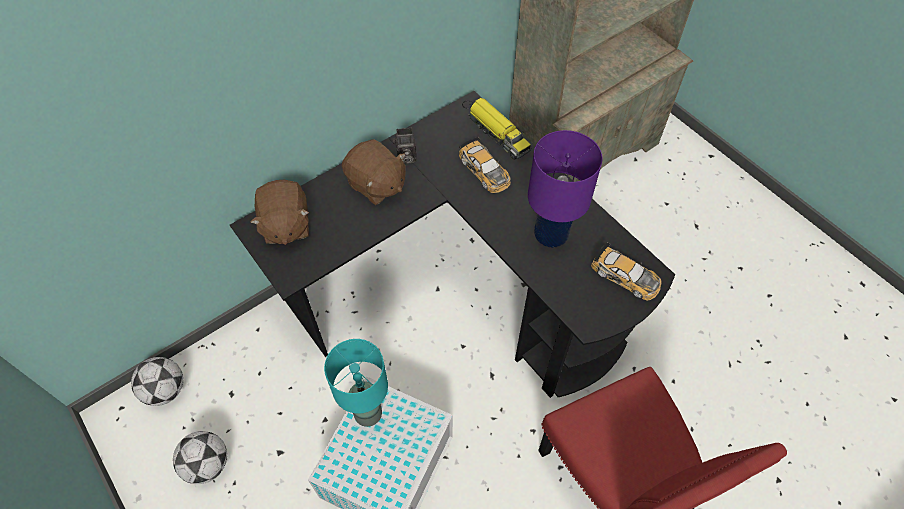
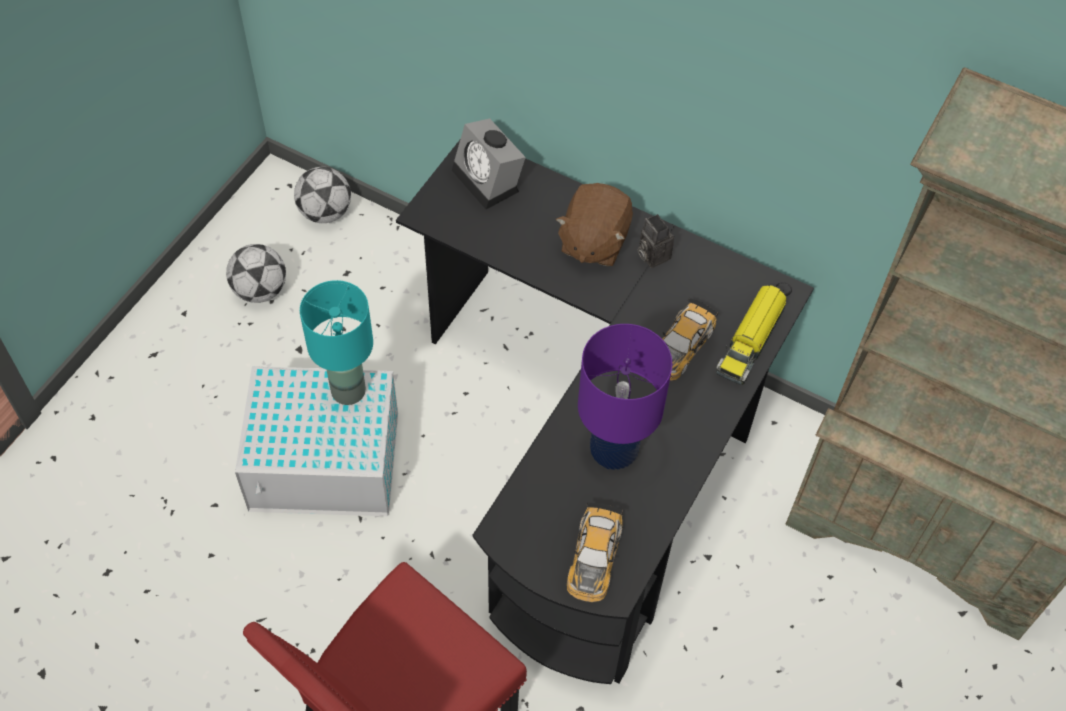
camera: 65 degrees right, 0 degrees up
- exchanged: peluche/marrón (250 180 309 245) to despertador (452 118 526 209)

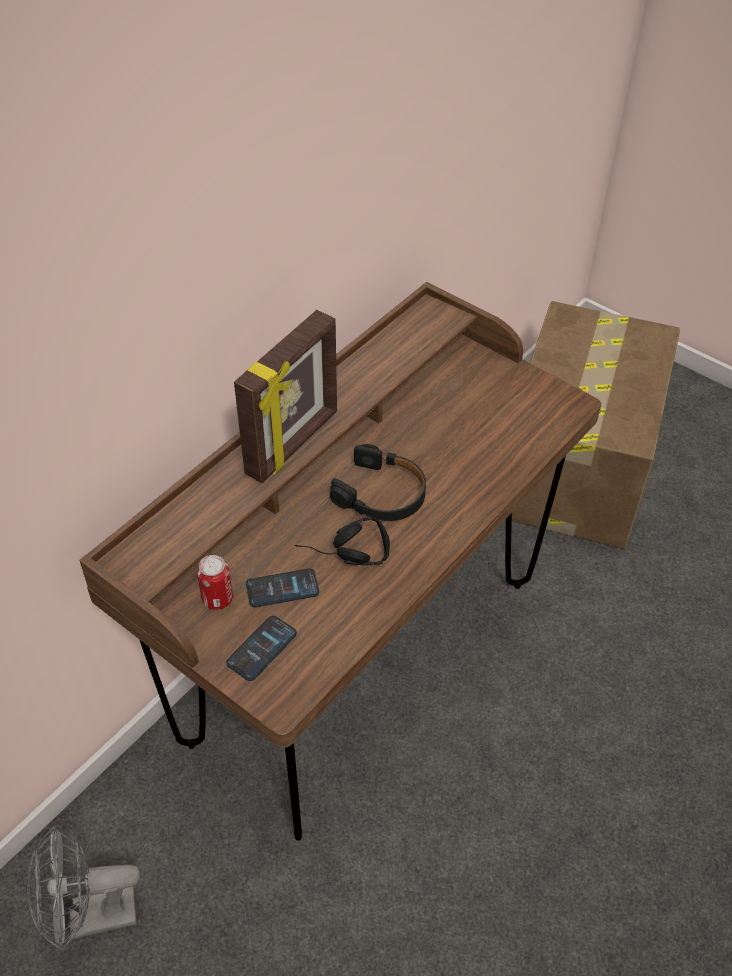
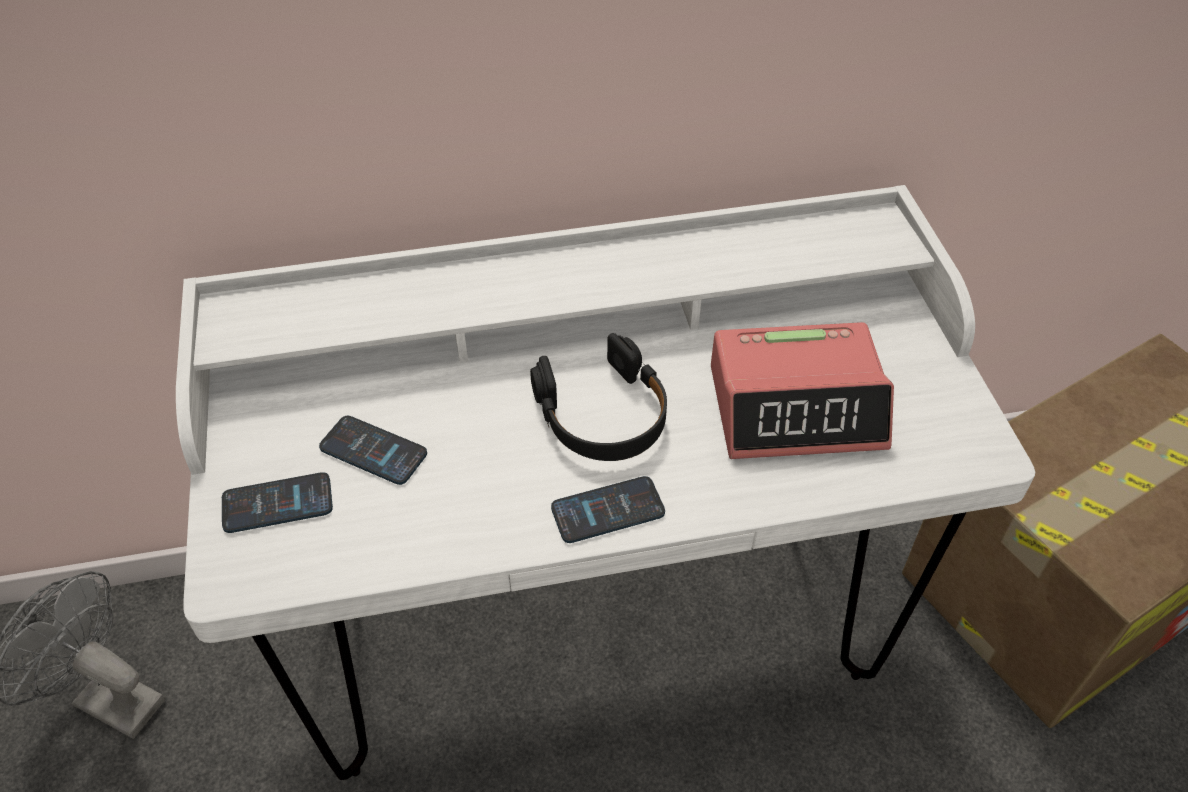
camera: 40 degrees right, 0 degrees up
- colour: escritorio/marrón (79 281 601 841) to escritorio/blanco (176 185 1035 780)
- appeared: móvil (551 476 665 543)
- appeared: despertador (711 322 894 459)
- missing: lata (197 555 233 610)
- missing: portarretratos (234 310 337 483)
- missing: auriculares/negro (295 516 390 565)

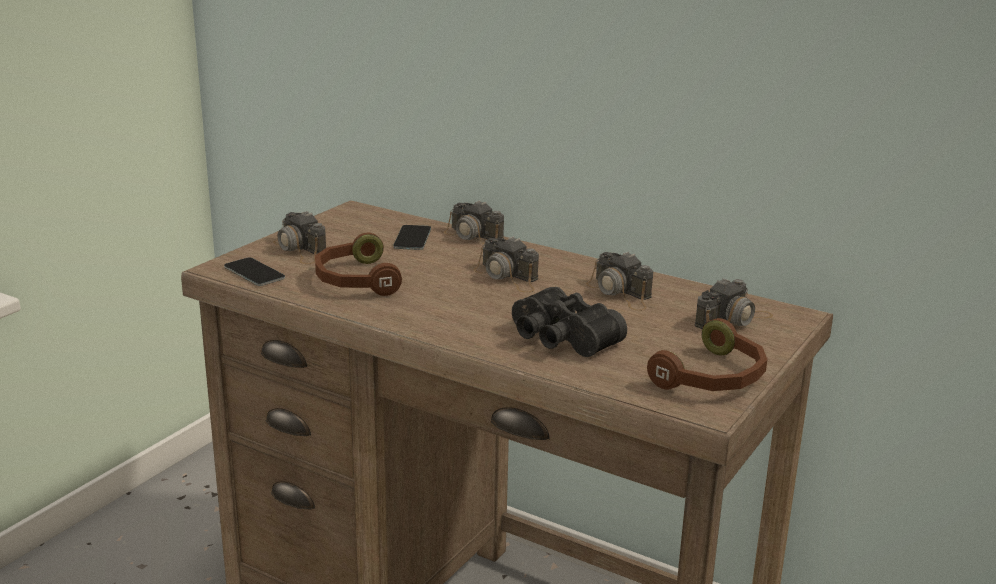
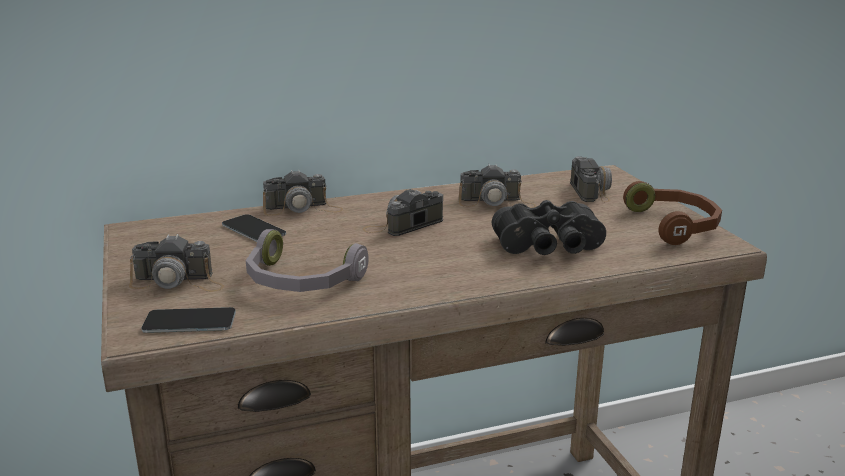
camera: 50 degrees left, 0 degrees up
- colour: auriculares/marrón (315 233 402 296) to auriculares/gris (246 229 369 292)
- spun: cámara (473 236 539 293) = (362 189 443 236) 150 degrees clockwise

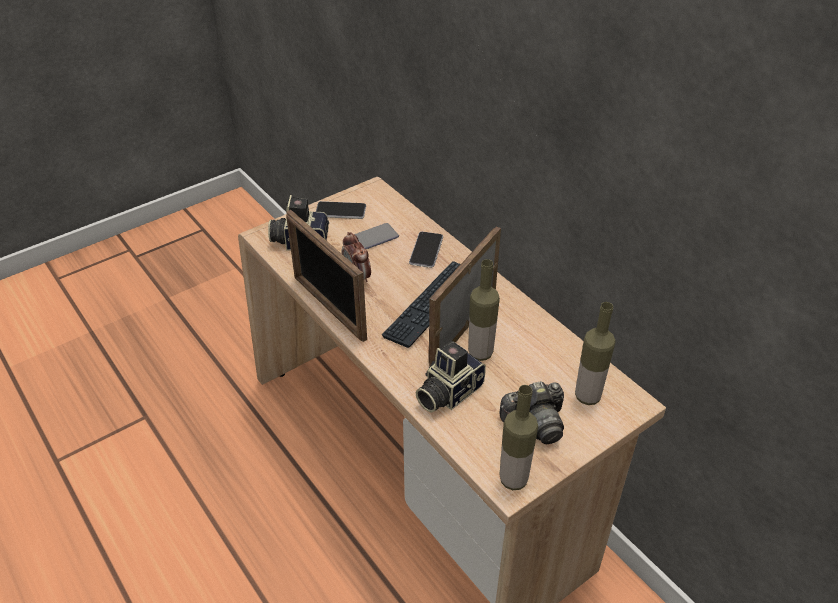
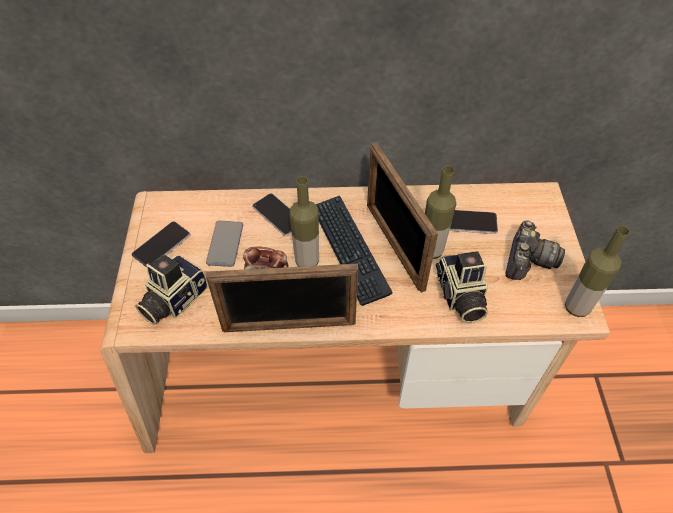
camera: 55 degrees left, 10 degrees up
- relocated: botella (575 302 616 405) to (290 176 319 267)
- appeared: móvil (449 210 498 234)

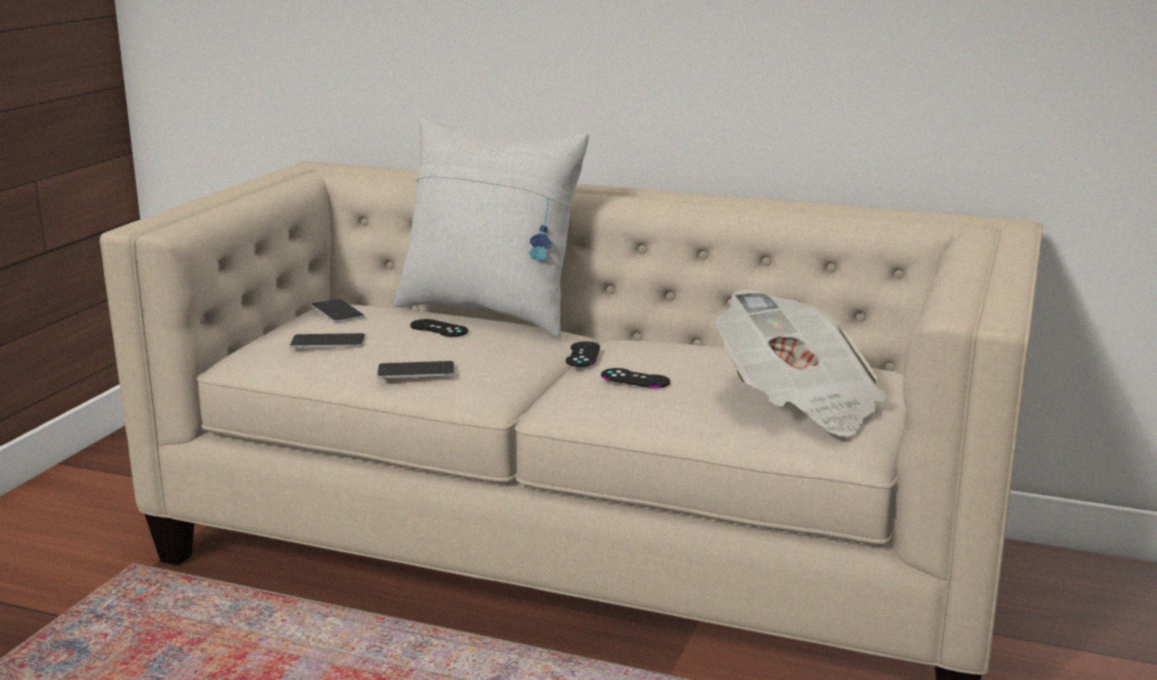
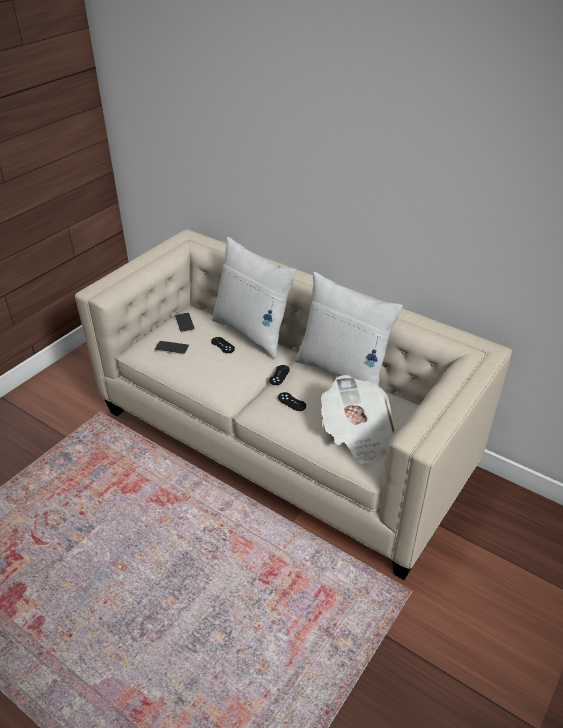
camera: 15 degrees right, 20 degrees up
- appeared: cojín/gris (295 272 403 386)
- missing: móvil (377 361 455 378)

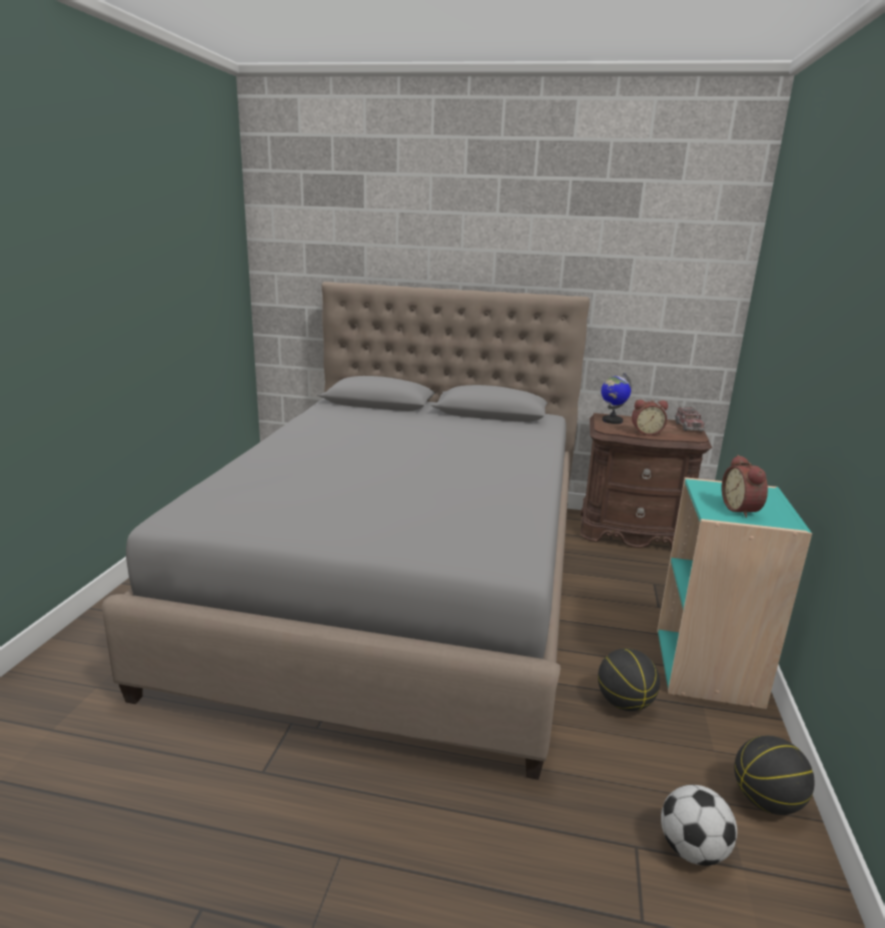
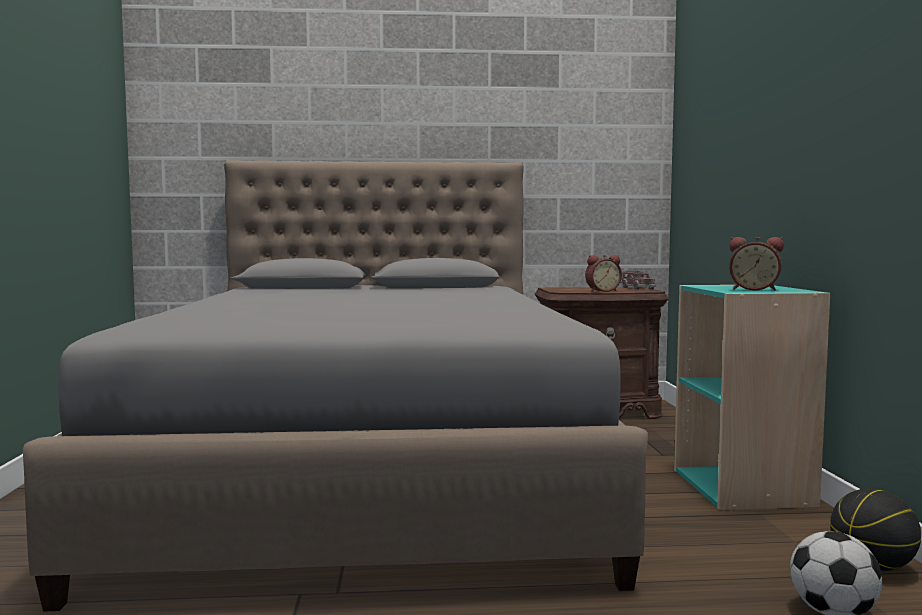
camera: 15 degrees left, 15 degrees down
- spun: despertador (722 455 768 518) = (729 237 784 291) 45 degrees counterclockwise
- missing: balón de baloncesto (598 648 660 711)
- missing: globo terráqueo (601 373 632 424)

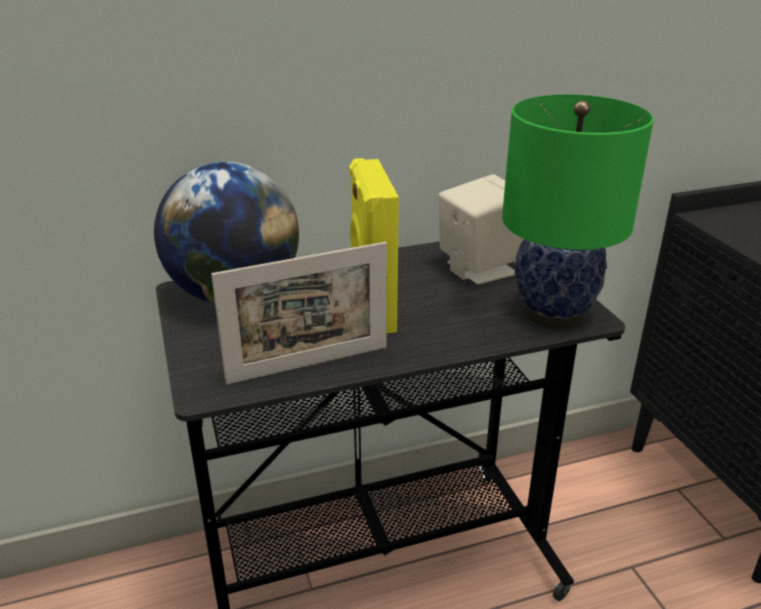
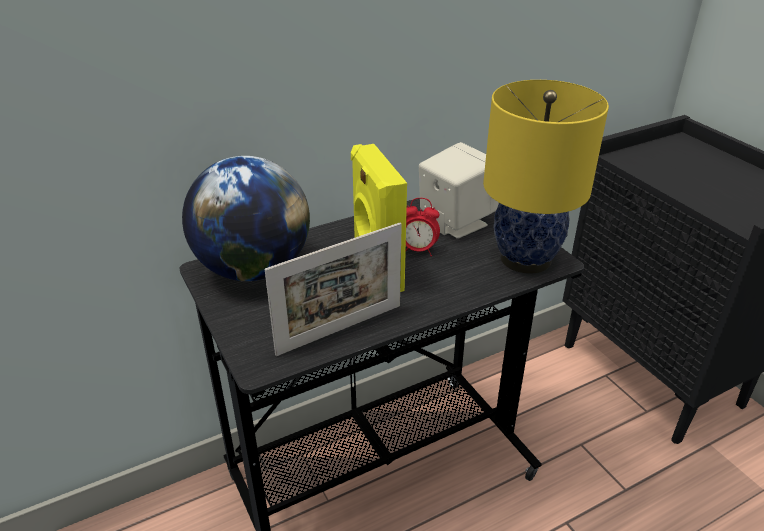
camera: 10 degrees left, 5 degrees up
- appeared: despertador (406 198 440 256)
- colour: lámpara de mesa/verde (502 94 654 329) to lámpara de mesa/amarillo (483 80 609 273)

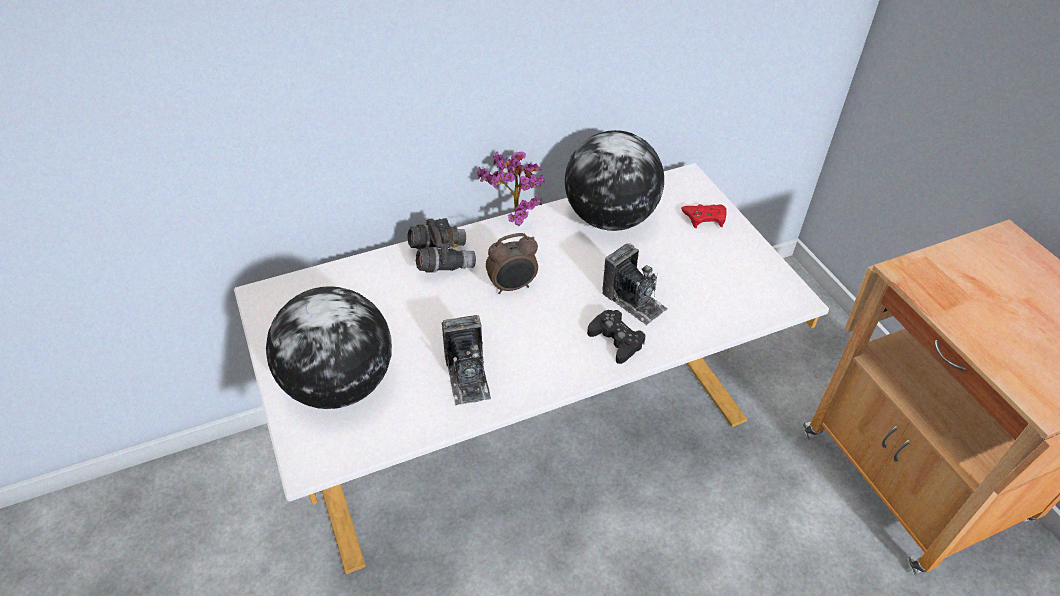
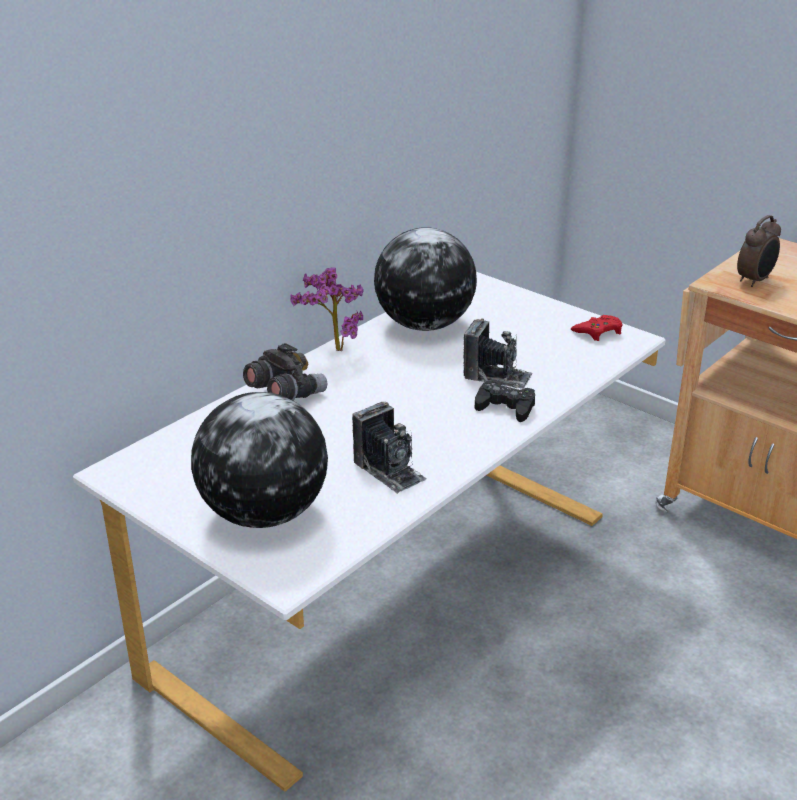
camera: 25 degrees left, 15 degrees down
- relocated: mando de consola/rojo (681 204 727 228) to (571 315 623 341)
- relocated: despertador (486 233 538 294) to (737 215 781 287)

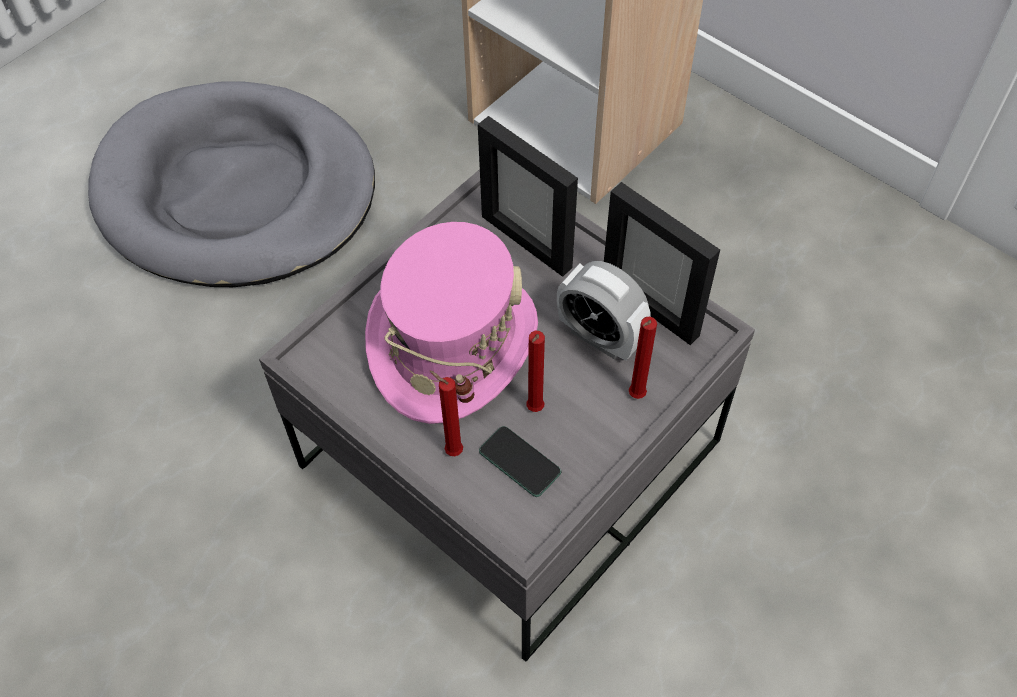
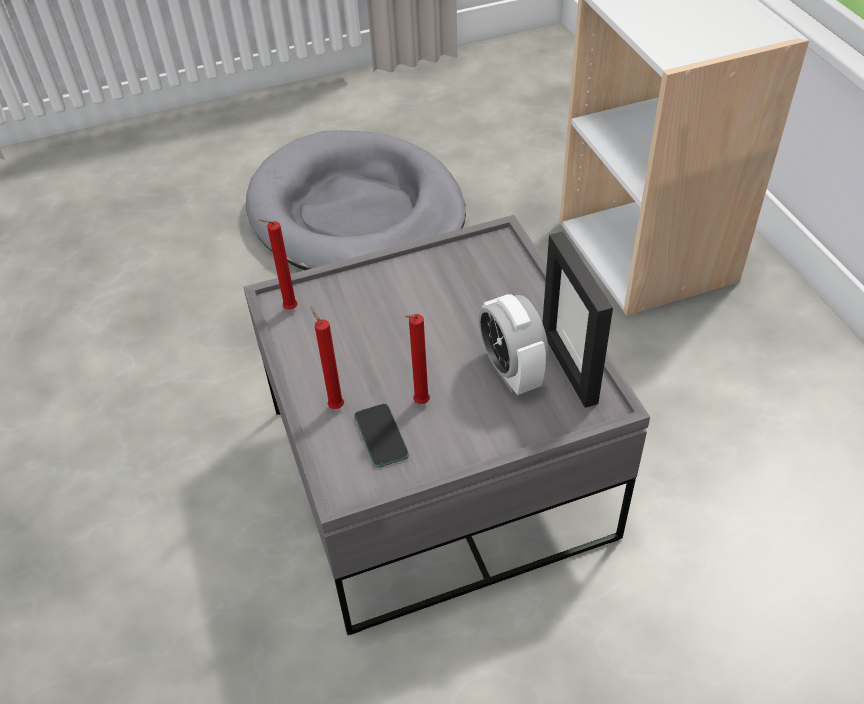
camera: 30 degrees right, 10 degrees down
- relocated: vela/rojo (629 317 657 399) to (259 219 298 310)
- missing: sombrero/rosa (365 222 538 424)
- missing: portarretratos (478 116 578 277)

